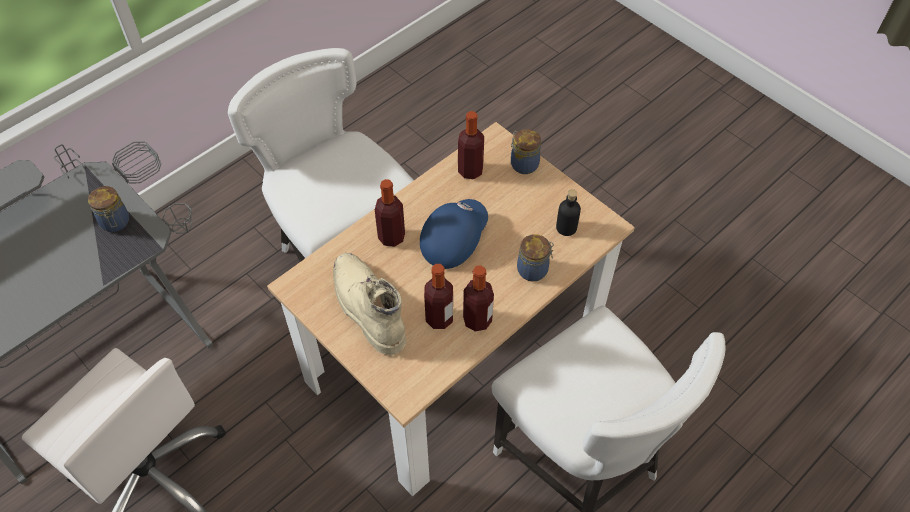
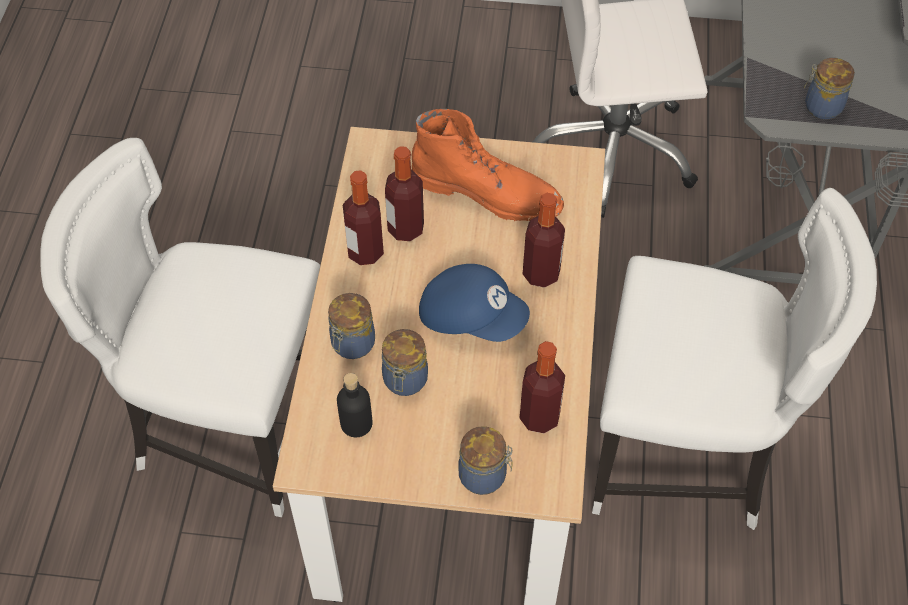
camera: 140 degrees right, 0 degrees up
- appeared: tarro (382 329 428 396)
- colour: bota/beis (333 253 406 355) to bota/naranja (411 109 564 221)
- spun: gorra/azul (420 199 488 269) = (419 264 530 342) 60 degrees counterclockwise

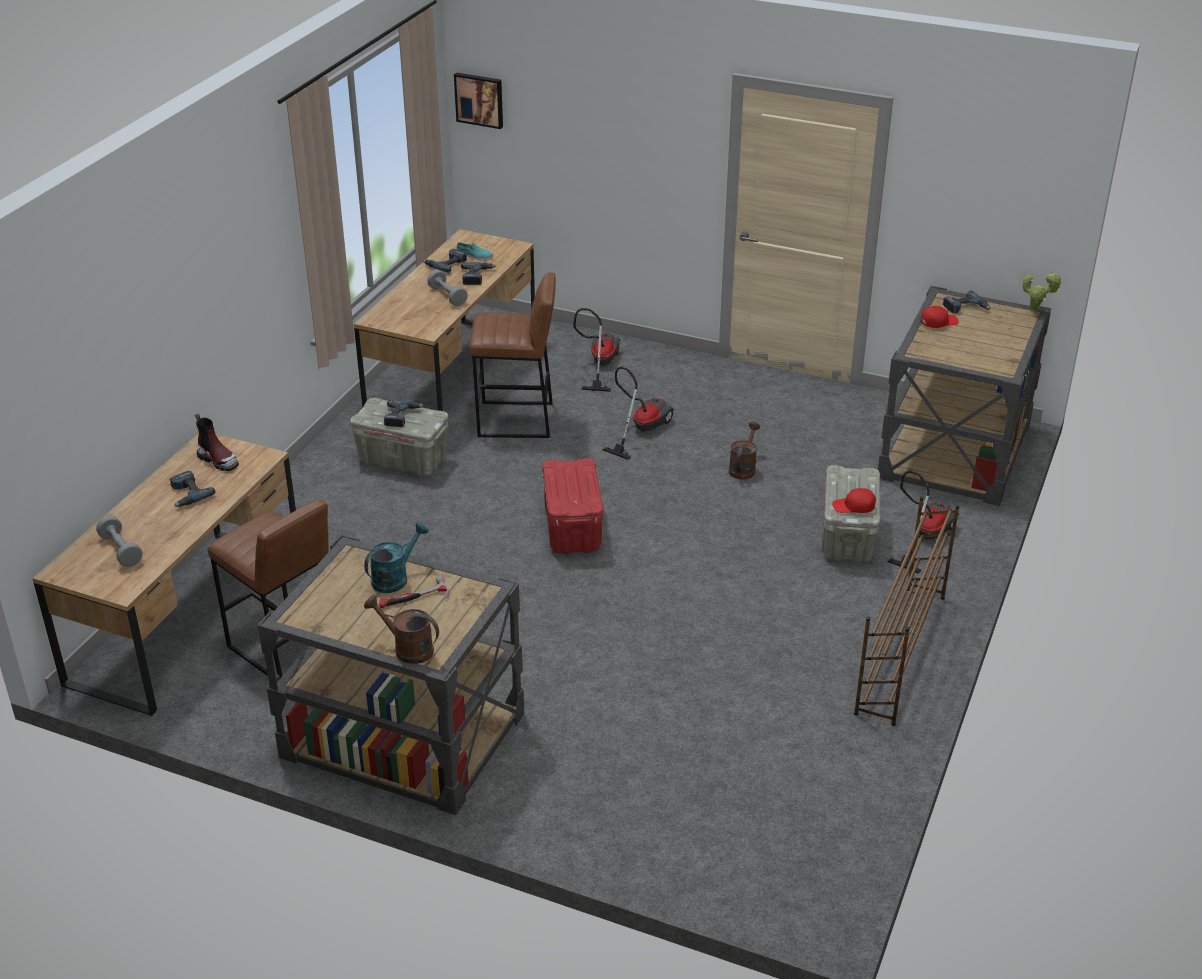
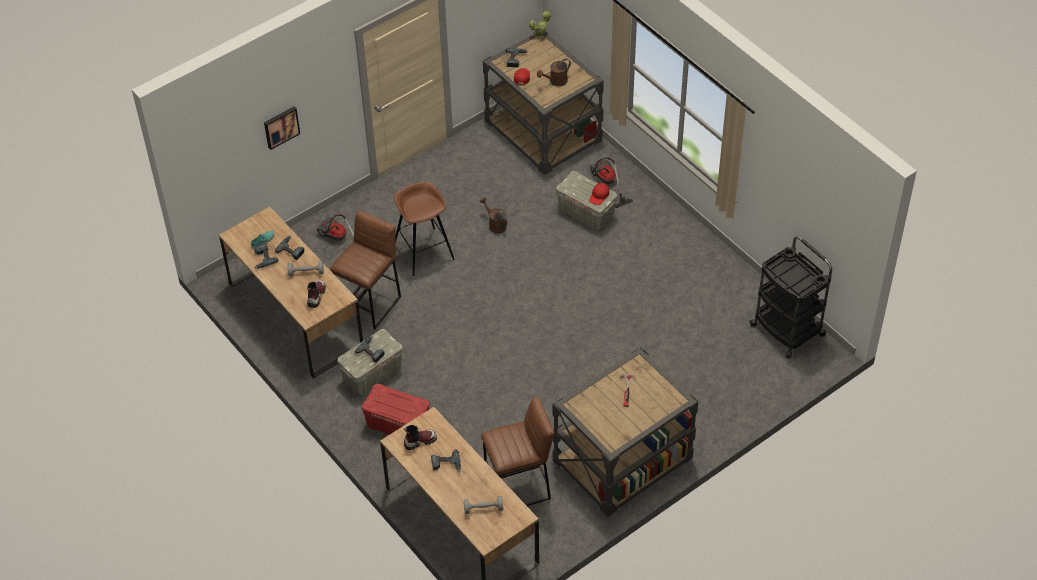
camera: 60 degrees left, 15 degrees up
- relocated: cuadro (454 73 503 129) to (264 107 300 150)
- appeared: bota (307 280 326 308)
- relocated: caja de almacenaje/rojo (542 458 603 555) to (362 384 430 435)
- exchanged: aspiradora (603 367 674 460) to taburete/marrón (394 181 455 276)
- relocated: regadera/marrón (364 595 439 664) to (537 58 571 86)
- appeared: carrito/negro (750 236 832 358)
- missing: regadera/turquesa (364 522 428 593)
- missing: zapatero/marrón (854 497 959 726)

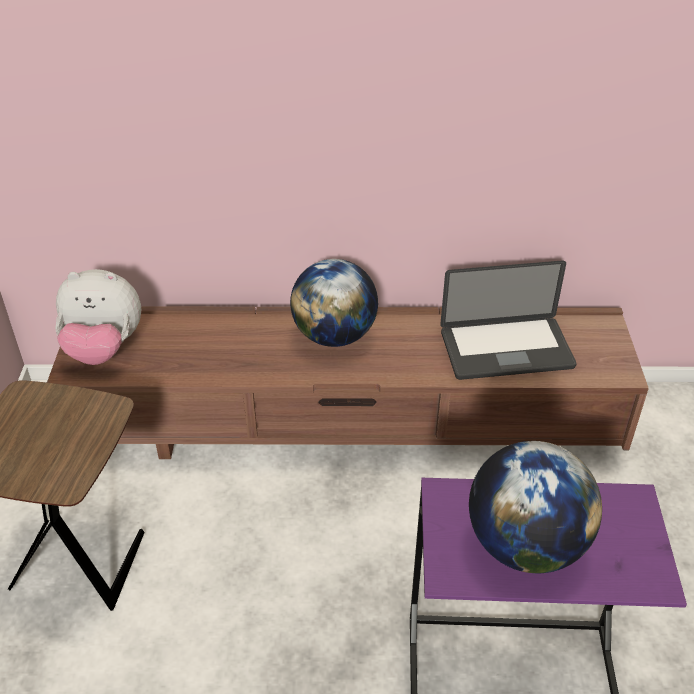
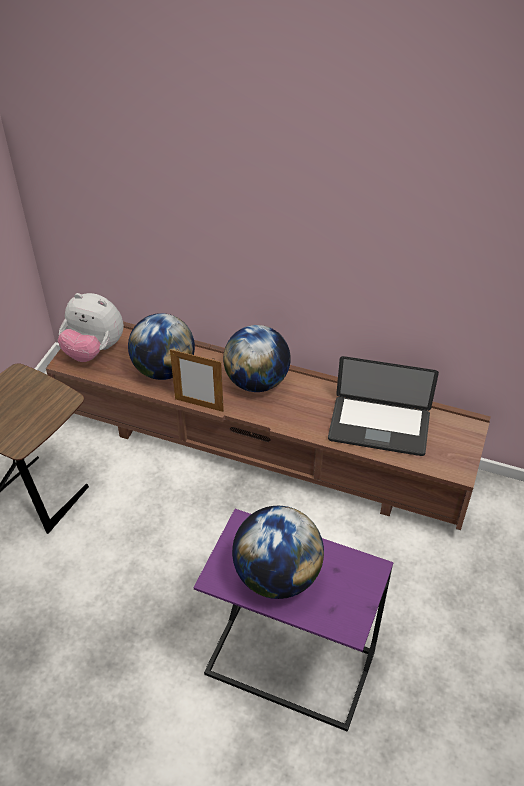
camera: 20 degrees right, 5 degrees up
- appeared: globo terráqueo (128 313 195 380)
- appeared: portarretratos (170 349 224 412)

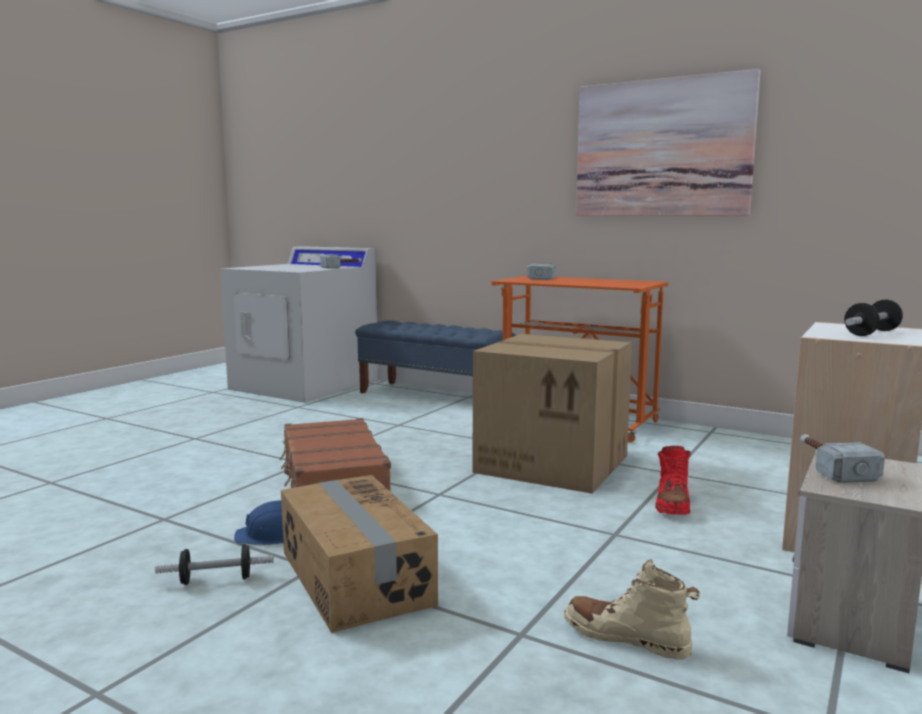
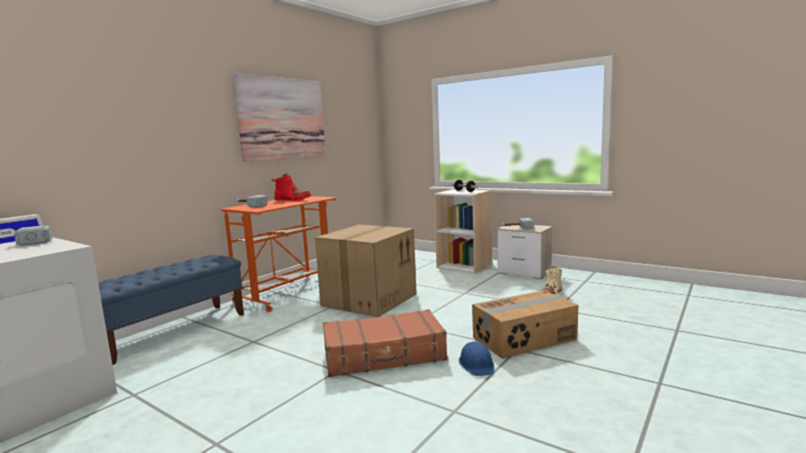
camera: 85 degrees left, 0 degrees up
- relocated: bota/rojo (656 446 691 515) to (272 173 311 201)
- missing: mancuerna (155 544 274 585)

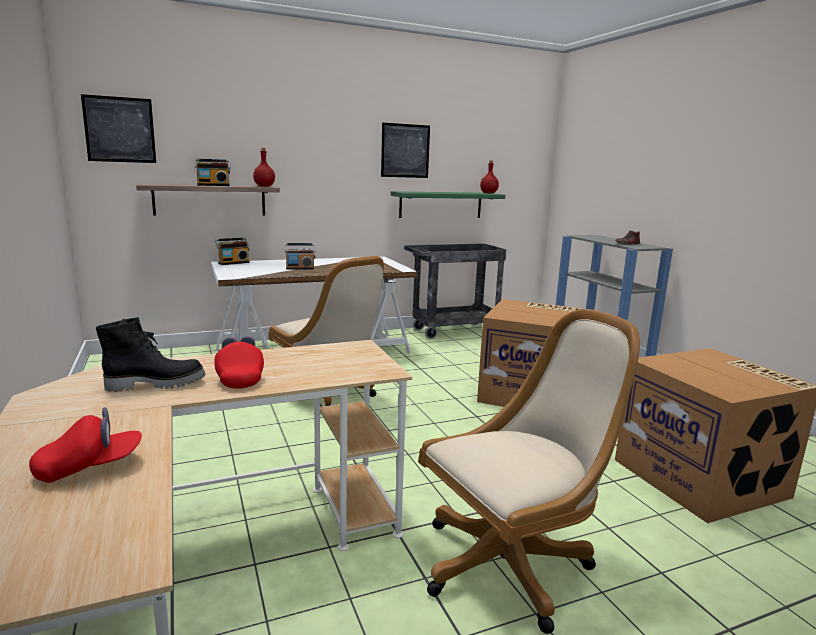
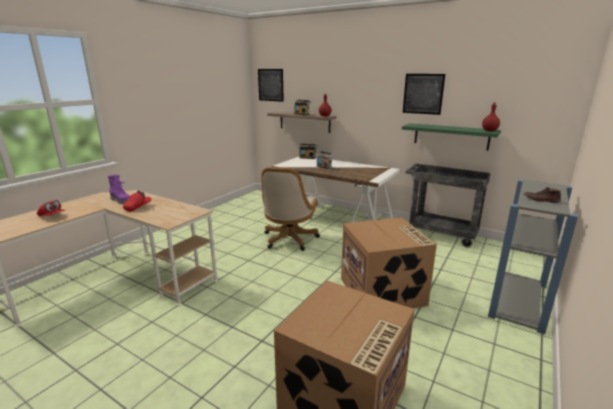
camera: 55 degrees right, 5 degrees up
- colour: bota/negro (96 317 206 392) to bota/morado (108 175 130 204)
- missing: silla de oficina (418 309 640 634)

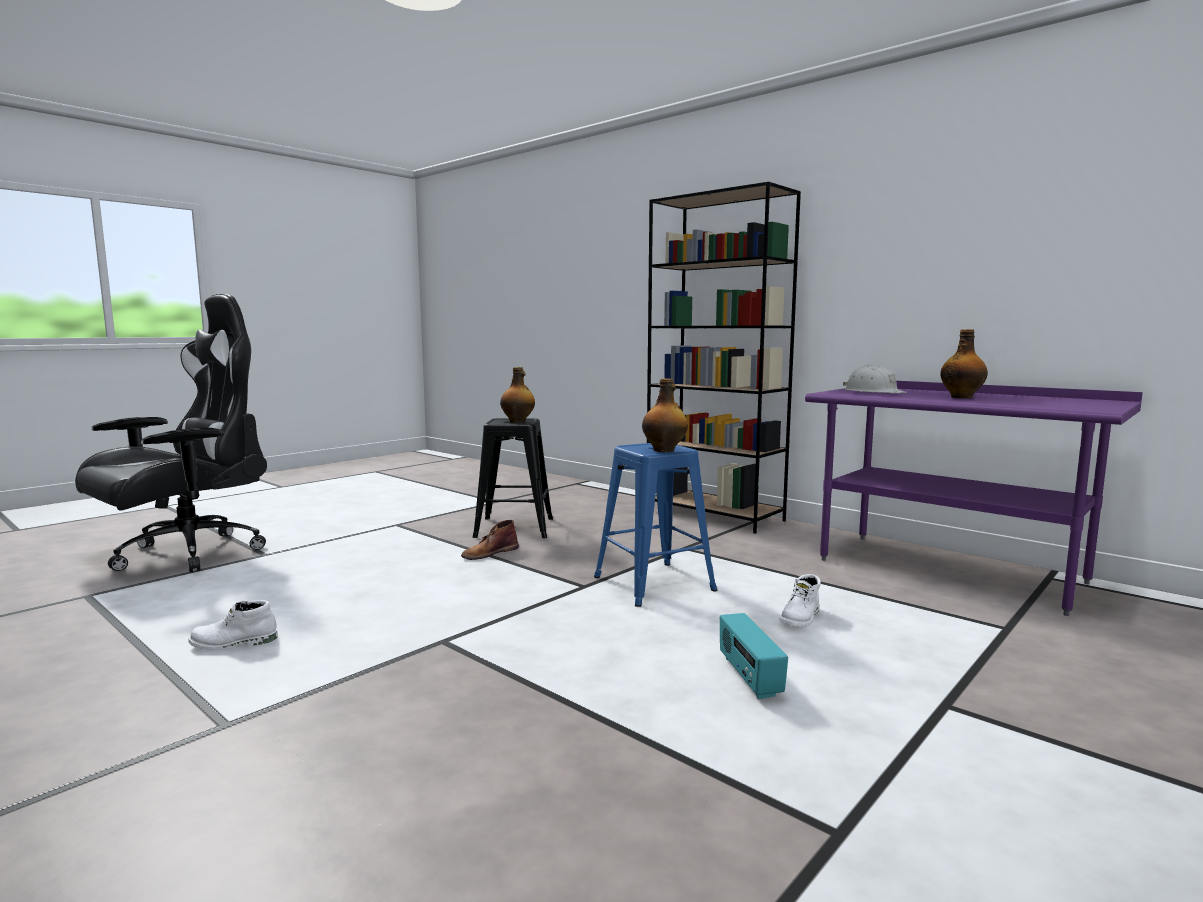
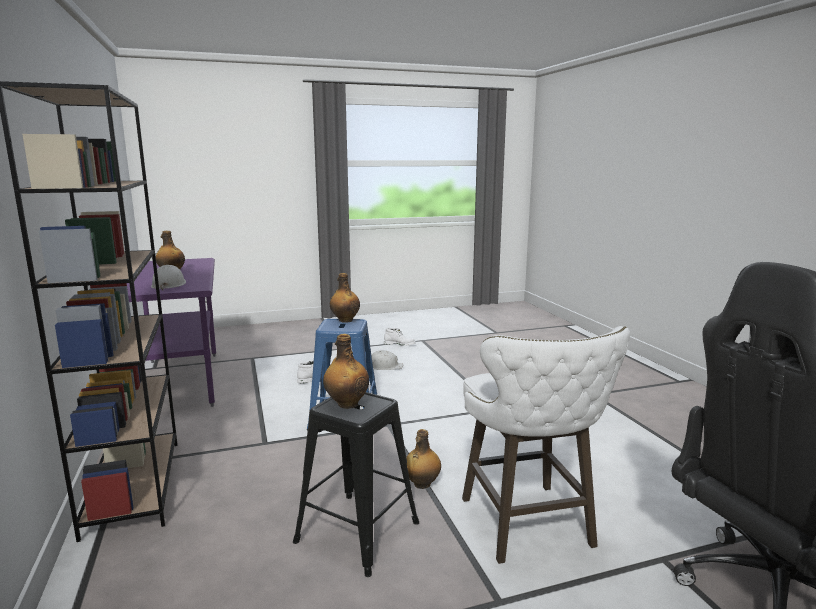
camera: 150 degrees left, 5 degrees up
- exchanged: radio (720 613 788 699) to casco/blanco (371 350 403 370)
- relocated: bota/blanco (188 600 278 651) to (384 328 416 346)
- exchanged: bota/marrón (461 520 519 560) to botella (406 429 441 489)
- appeared: taburete/blanco (462 326 630 564)

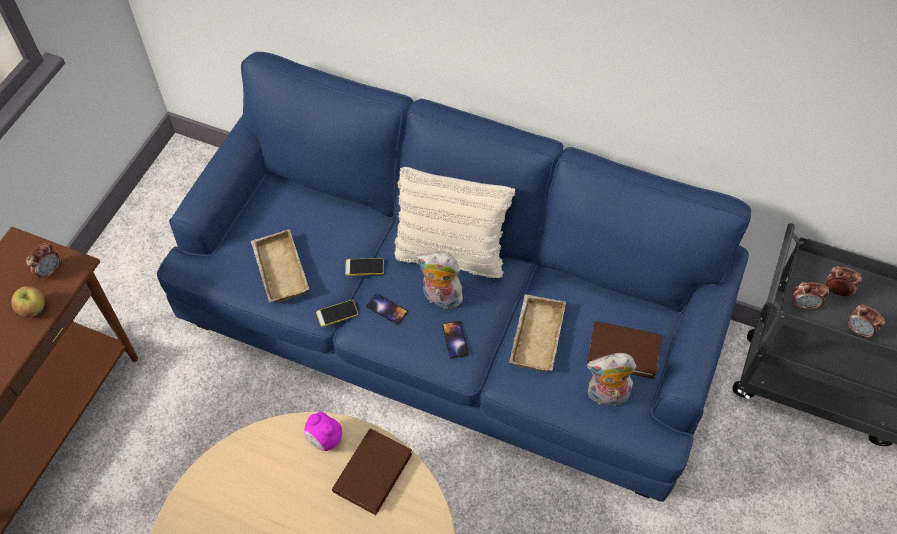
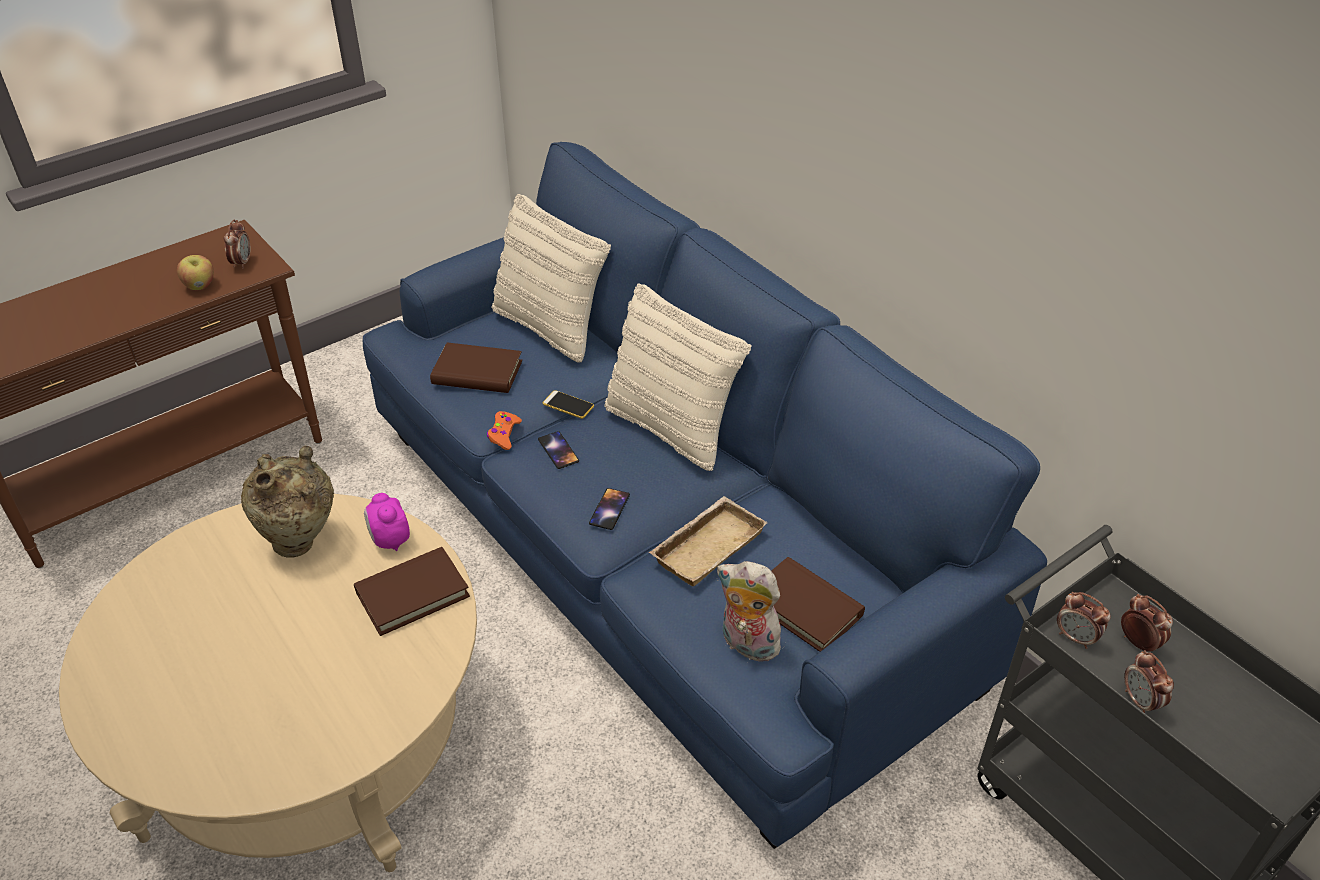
camera: 30 degrees right, 15 degrees down
- spun: despertador (26 242 59 280) = (224 220 251 269) 60 degrees counterclockwise
- appeared: florero/beis (241 446 334 558)
- exchanged: bandeja/beis (251 229 309 303) to libro/marrón (430 343 522 393)
- exchanged: móvil (316 300 358 327) to mando de consola/naranja (487 411 522 450)
- appeared: cojín/beis (492 194 611 363)
- missing: peluche (416 252 463 308)

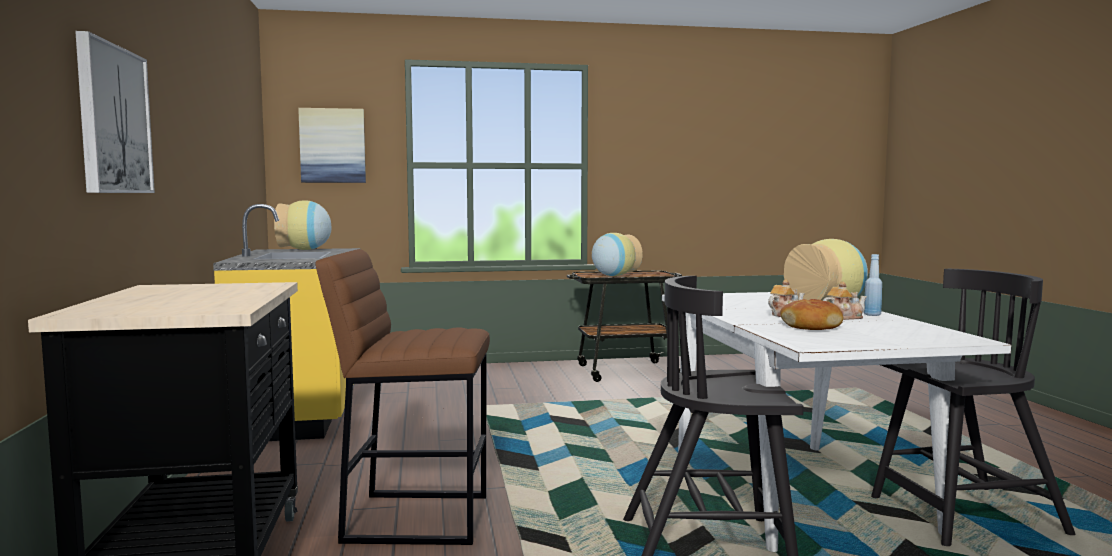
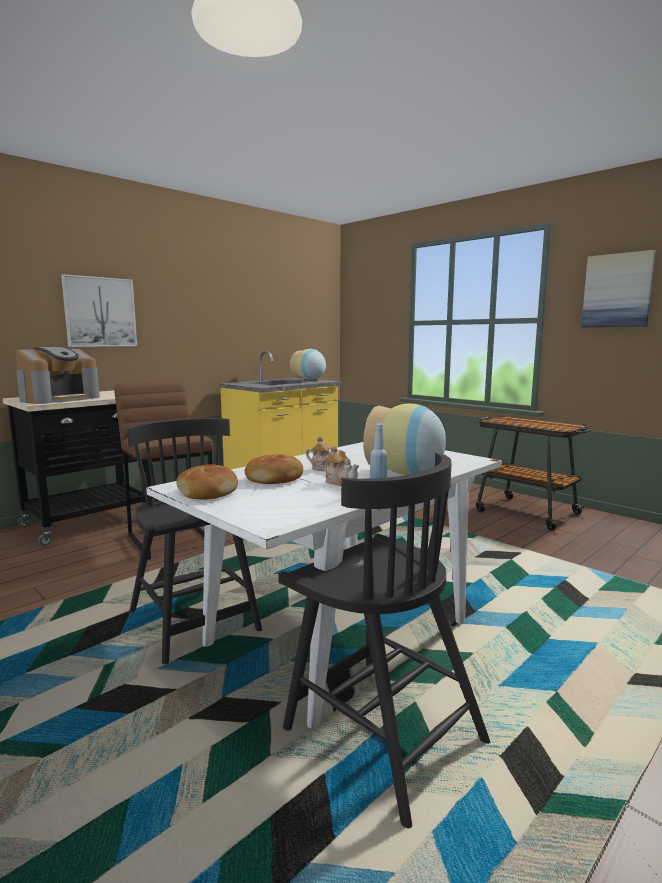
camera: 55 degrees right, 5 degrees up
- appeared: cafetera (16 347 100 404)
- appeared: pan (176 464 238 500)
- relocated: cuadro (298 108 366 183) to (581 250 656 327)
- missing: florero (592 233 642 276)

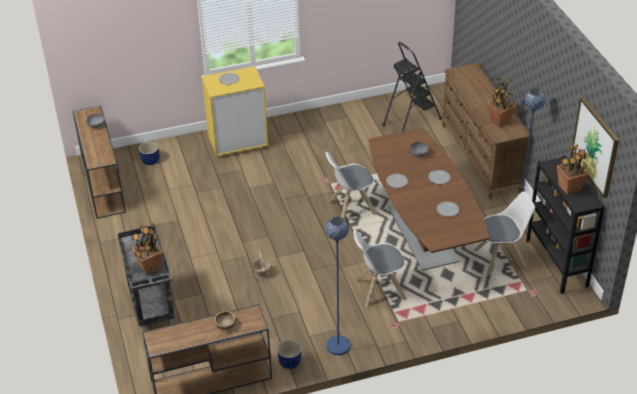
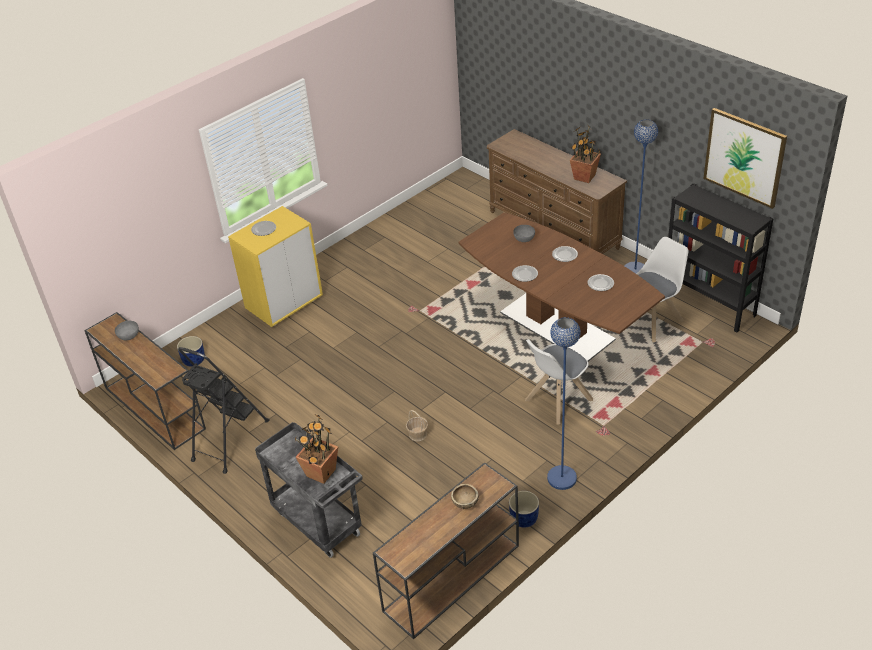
camera: 25 degrees left, 0 degrees up
- relocated: escalera de tijera (382 42 442 132) to (178 347 270 474)
- missing: silla (325 152 377 219)
- missing: planta en maceta (557 144 589 195)

